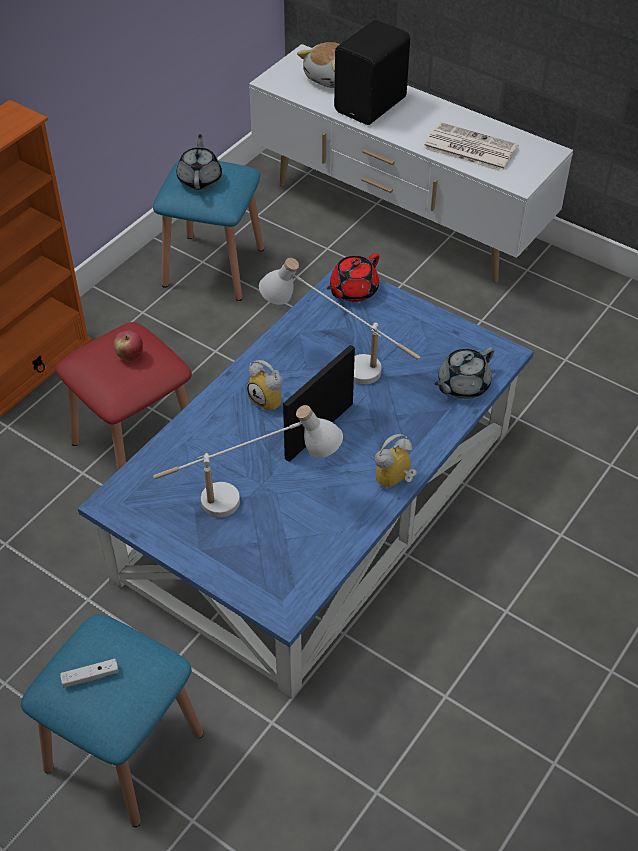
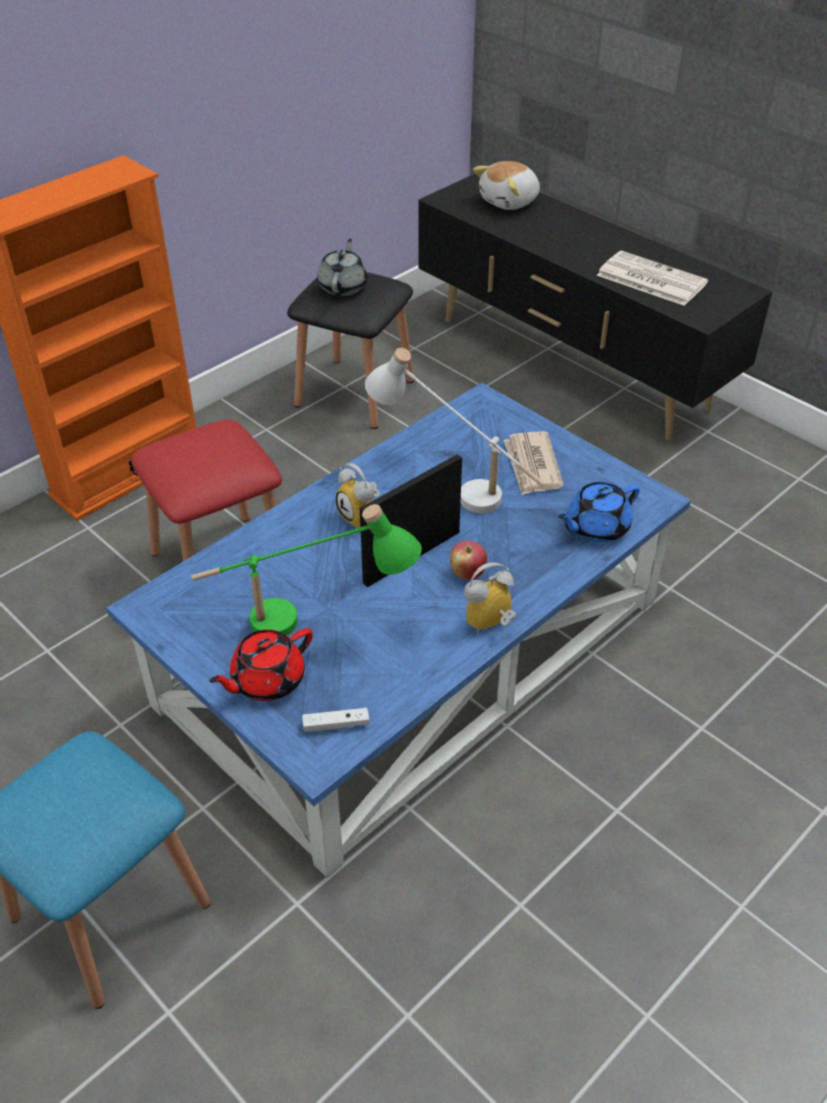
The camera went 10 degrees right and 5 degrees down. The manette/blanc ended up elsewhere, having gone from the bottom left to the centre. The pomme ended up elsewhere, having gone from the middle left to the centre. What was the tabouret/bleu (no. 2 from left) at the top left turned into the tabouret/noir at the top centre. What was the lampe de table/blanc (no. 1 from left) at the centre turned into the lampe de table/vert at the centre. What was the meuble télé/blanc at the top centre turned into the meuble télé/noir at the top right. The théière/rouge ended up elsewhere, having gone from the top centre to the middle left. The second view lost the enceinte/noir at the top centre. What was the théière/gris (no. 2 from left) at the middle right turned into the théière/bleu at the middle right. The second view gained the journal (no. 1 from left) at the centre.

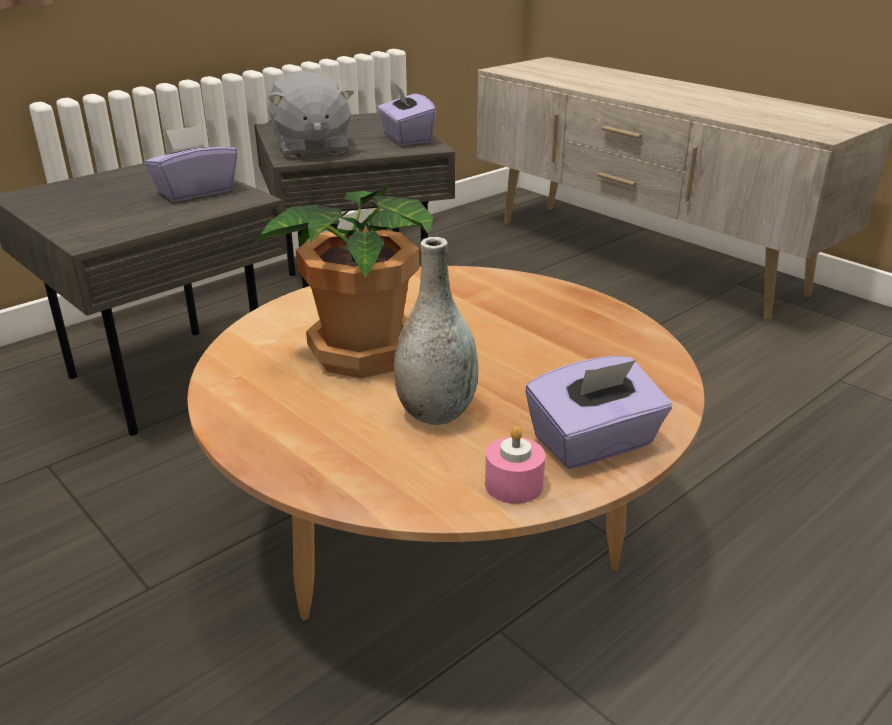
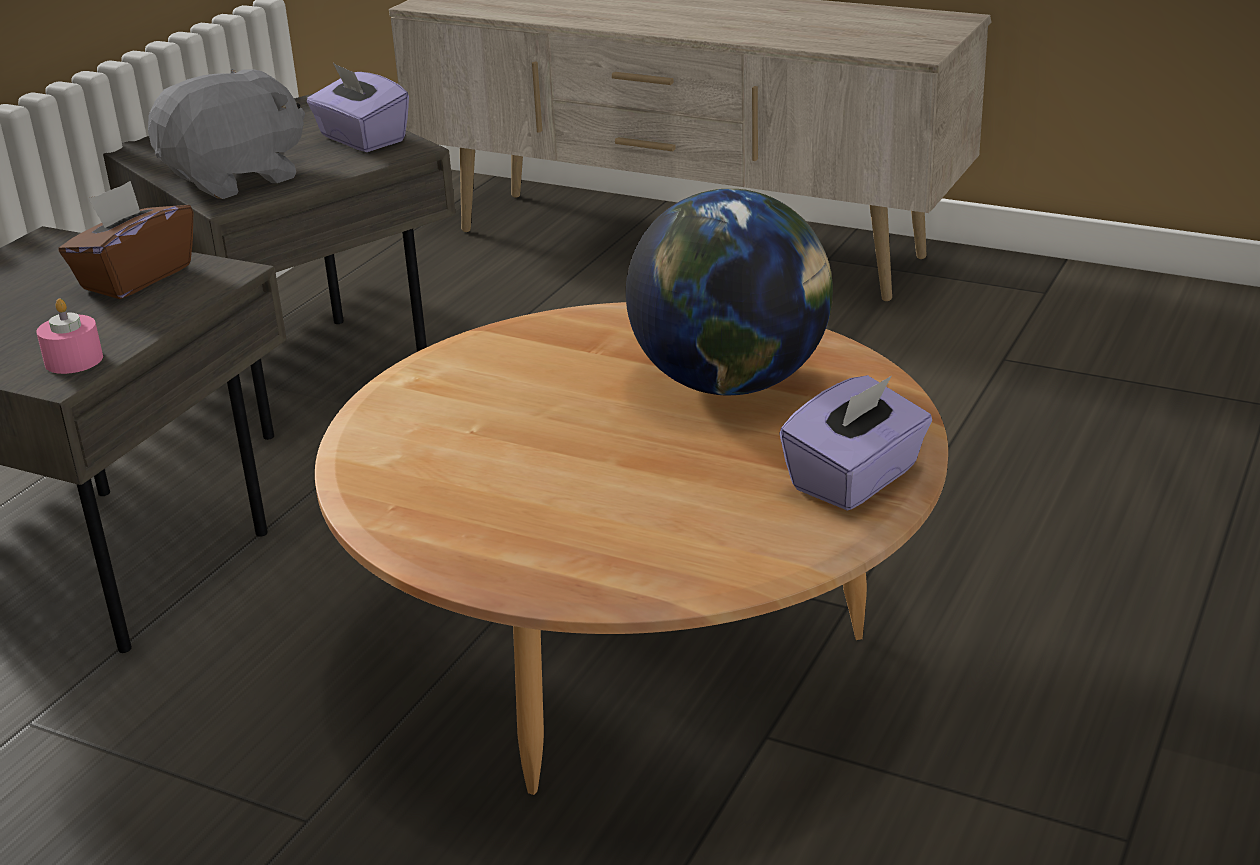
The camera went 20 degrees left and 0 degrees up. What was the boîte à mouchoirs/violet (no. 1 from left) at the top left turned into the boîte à mouchoirs/marron at the top left. The second view lost the plante en pot at the centre. The peluche/gris at the top centre ended up facing another way, 90 degrees counterclockwise from before. The second view lost the vase/gris at the centre. The bougie/rose ended up elsewhere, having gone from the centre to the middle left. The second view gained the globe at the centre.

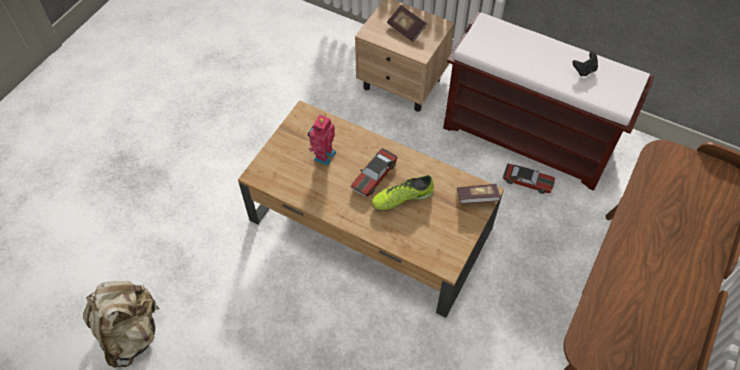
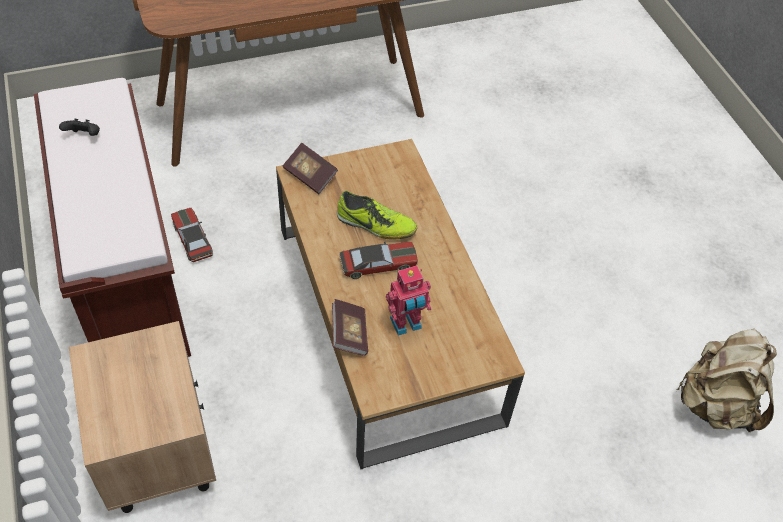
The camera went 140 degrees left and 5 degrees down. The livre (no. 1 from left in the first image) ended up elsewhere, having gone from the top centre to the centre.

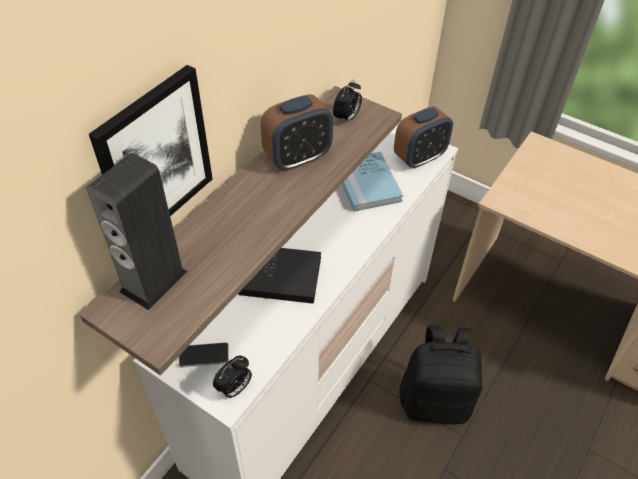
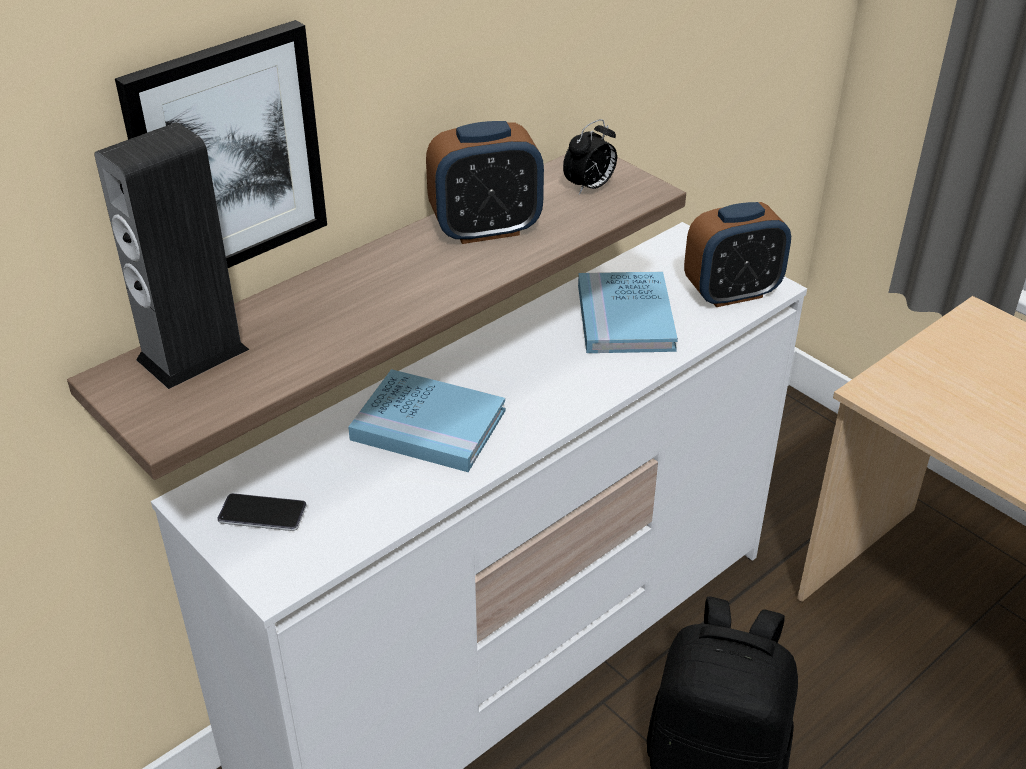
The camera went 15 degrees right and 10 degrees down. The second view lost the réveil (no. 1 from left) at the bottom centre. What was the livre/noir at the centre turned into the livre/bleu (no. 1 from left) at the centre.

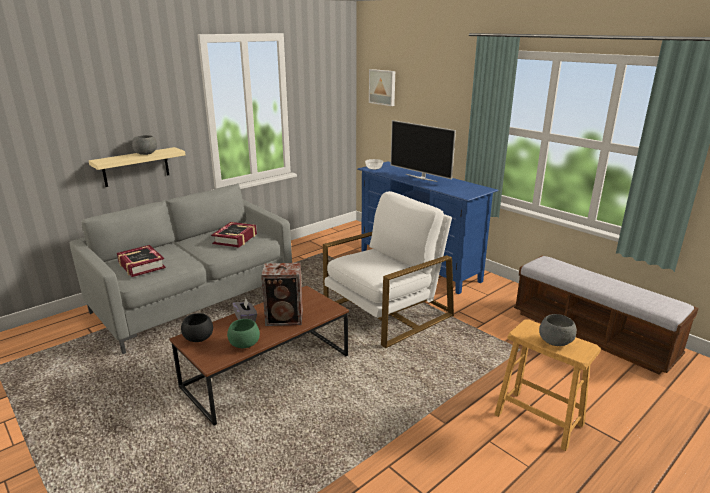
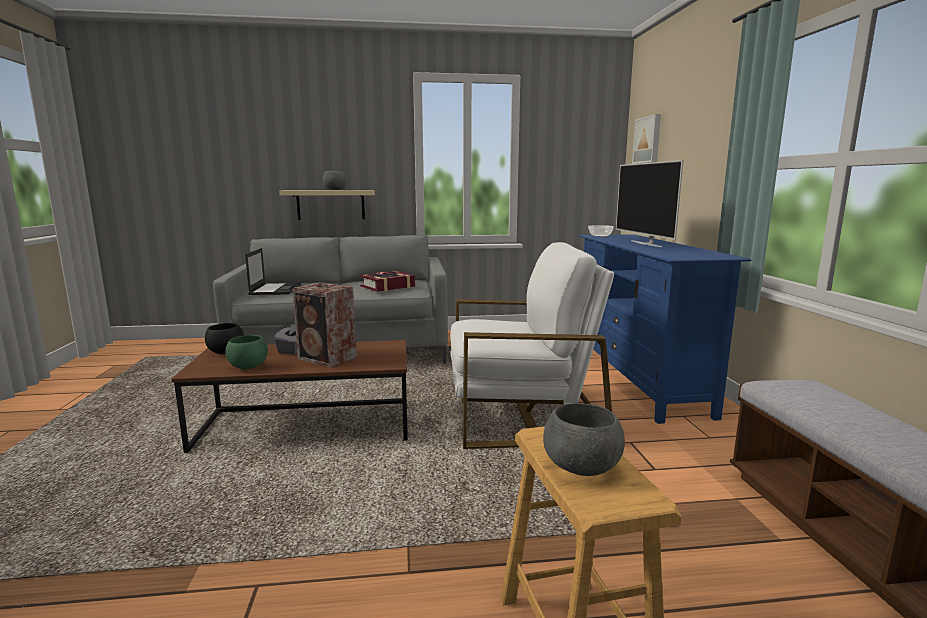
The camera went 35 degrees right and 10 degrees down. Where the livre (no. 1 from left) stood at the middle left, the ordinateur portable came to stand at the middle left.

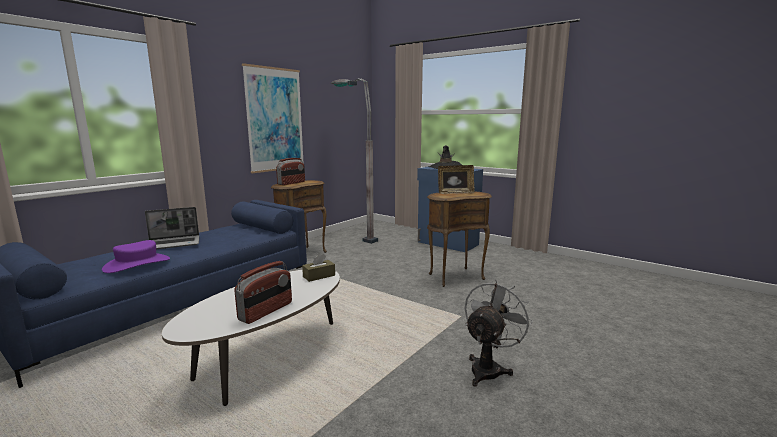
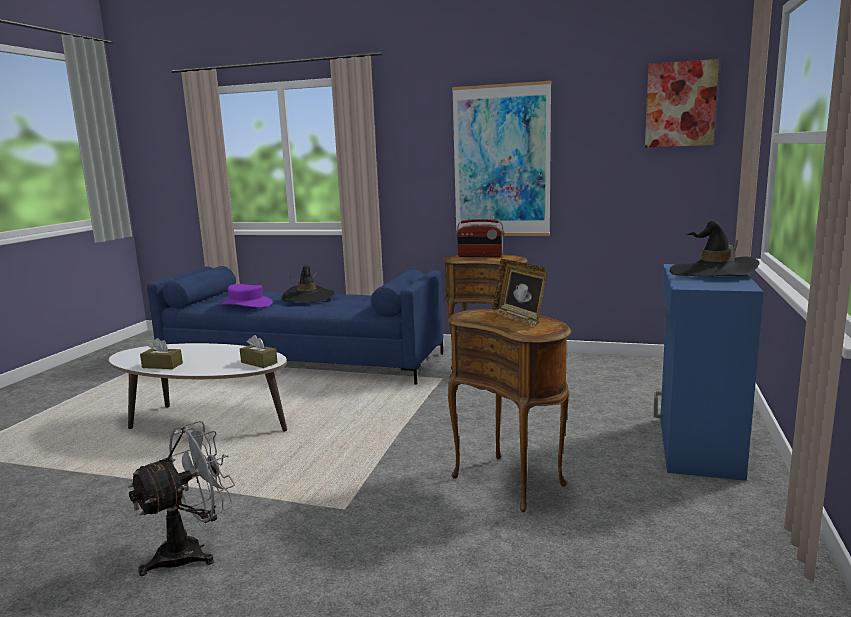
The camera went 70 degrees right and 0 degrees up. Where the ordinateur portable stood at the middle left, the chapeau/noir (no. 1 from left) came to stand at the centre. Where the radio (no. 1 from left) stood at the bottom centre, the boîte à mouchoirs/marron (no. 1 from left) came to stand at the middle left. The second view lost the lampadaire/gris at the centre. The ventilateur/gris at the bottom centre ended up facing another way, 60 degrees counterclockwise from before. The second view gained the tableau (no. 2 from left) at the top right.

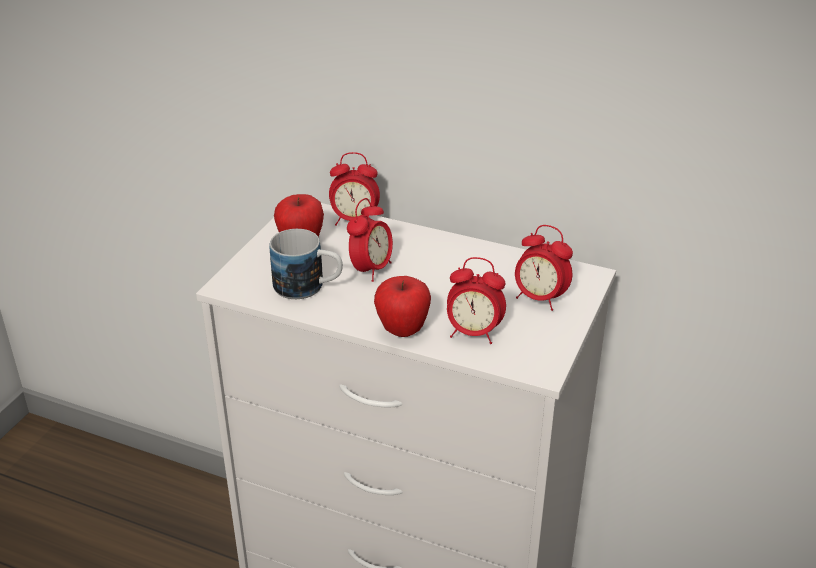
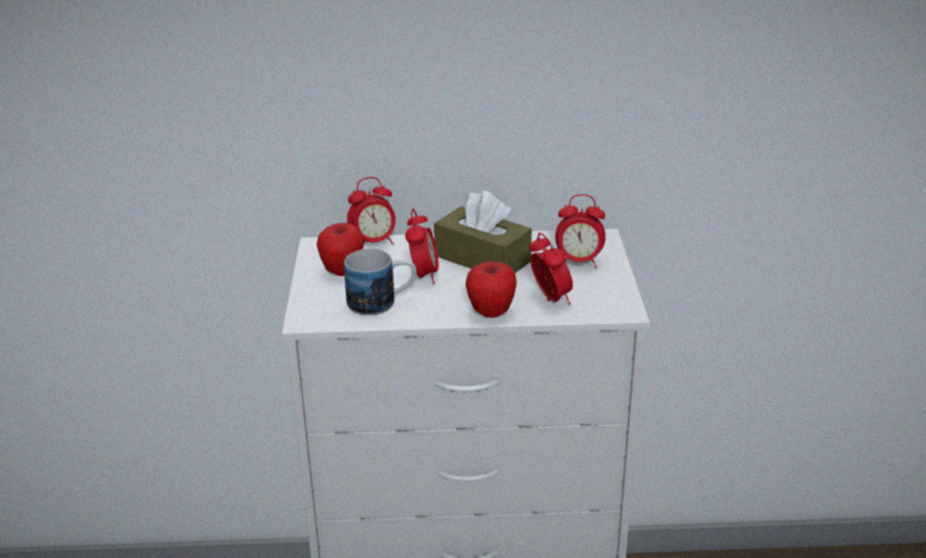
The camera went 25 degrees left and 5 degrees down. The réveil (no. 3 from left) at the centre ended up facing another way, 105 degrees counterclockwise from before. The second view gained the boîte à mouchoirs/marron at the centre.

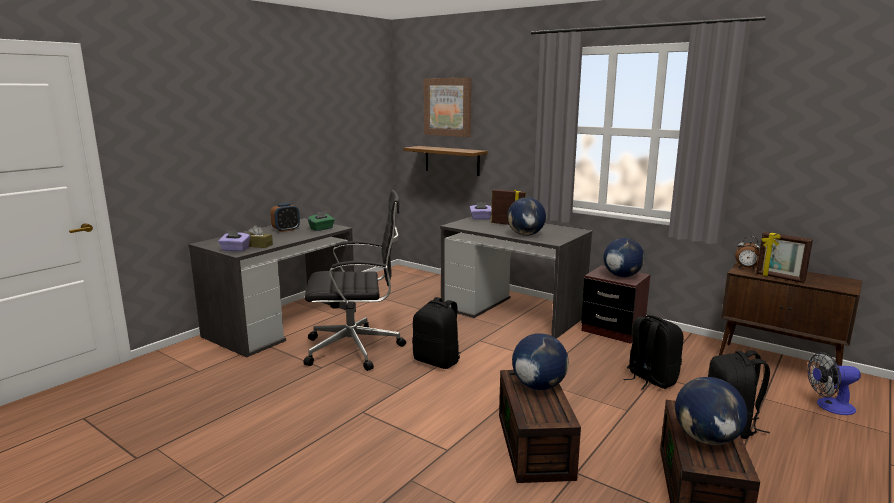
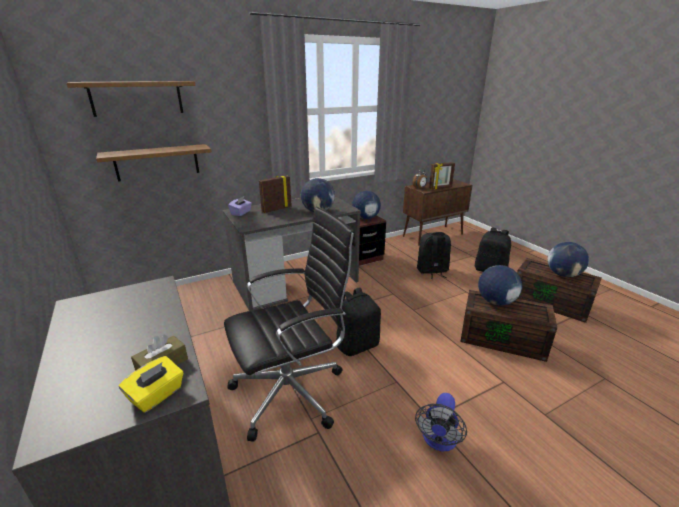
The camera went 65 degrees left and 10 degrees up. What was the boîte à mouchoirs/violet (no. 1 from left) at the middle left turned into the boîte à mouchoirs/jaune at the bottom left. The second view lost the réveil (no. 1 from left) at the middle left. The chaise de bureau/noir at the centre ended up facing another way, 45 degrees clockwise from before. The second view lost the boîte à mouchoirs/vert at the centre. Where the tableau hung at the top centre, the étagère (no. 1 from left) came to hang at the top left. The ventilateur ended up elsewhere, having gone from the bottom right to the bottom centre.

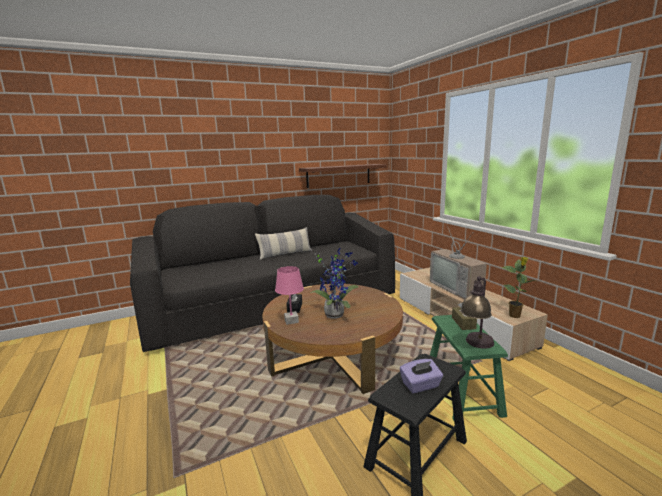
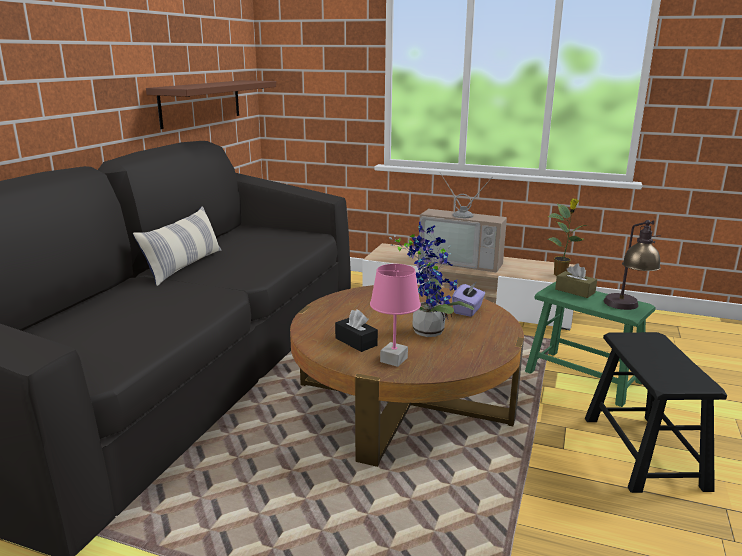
The camera went 45 degrees left and 5 degrees up. The boîte à mouchoirs/violet ended up elsewhere, having gone from the bottom centre to the centre.

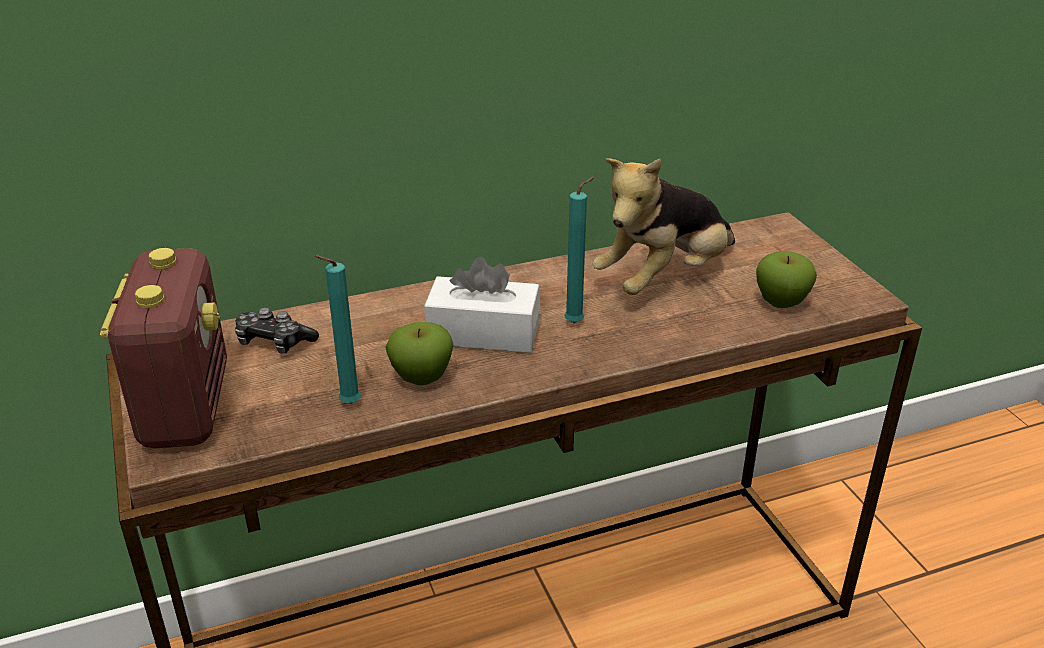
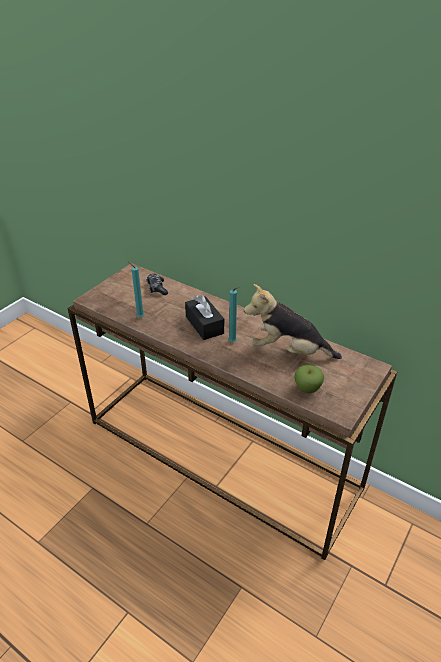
The camera went 55 degrees right and 5 degrees up. The second view lost the radio at the middle left. The second view lost the pomme (no. 1 from left) at the centre. What was the boîte à mouchoirs/blanc at the centre turned into the boîte à mouchoirs/noir at the centre.

